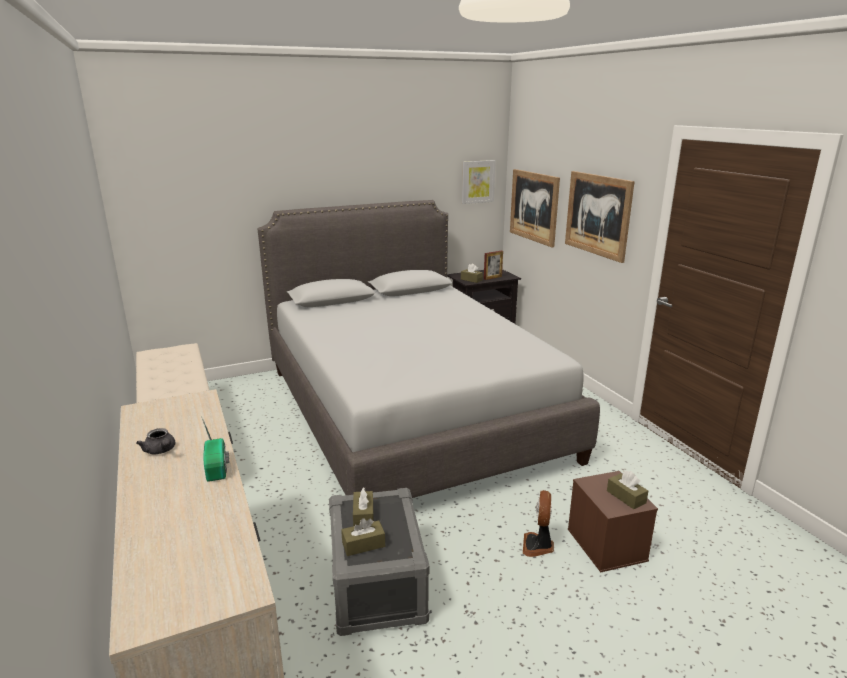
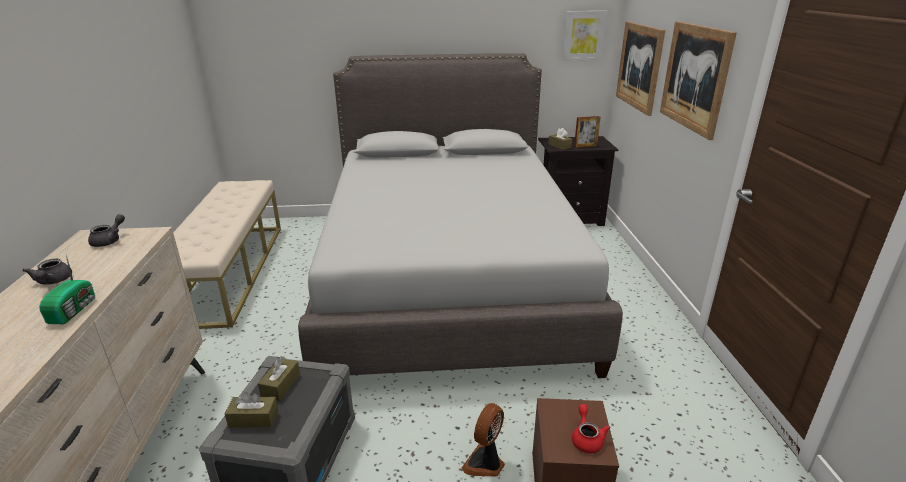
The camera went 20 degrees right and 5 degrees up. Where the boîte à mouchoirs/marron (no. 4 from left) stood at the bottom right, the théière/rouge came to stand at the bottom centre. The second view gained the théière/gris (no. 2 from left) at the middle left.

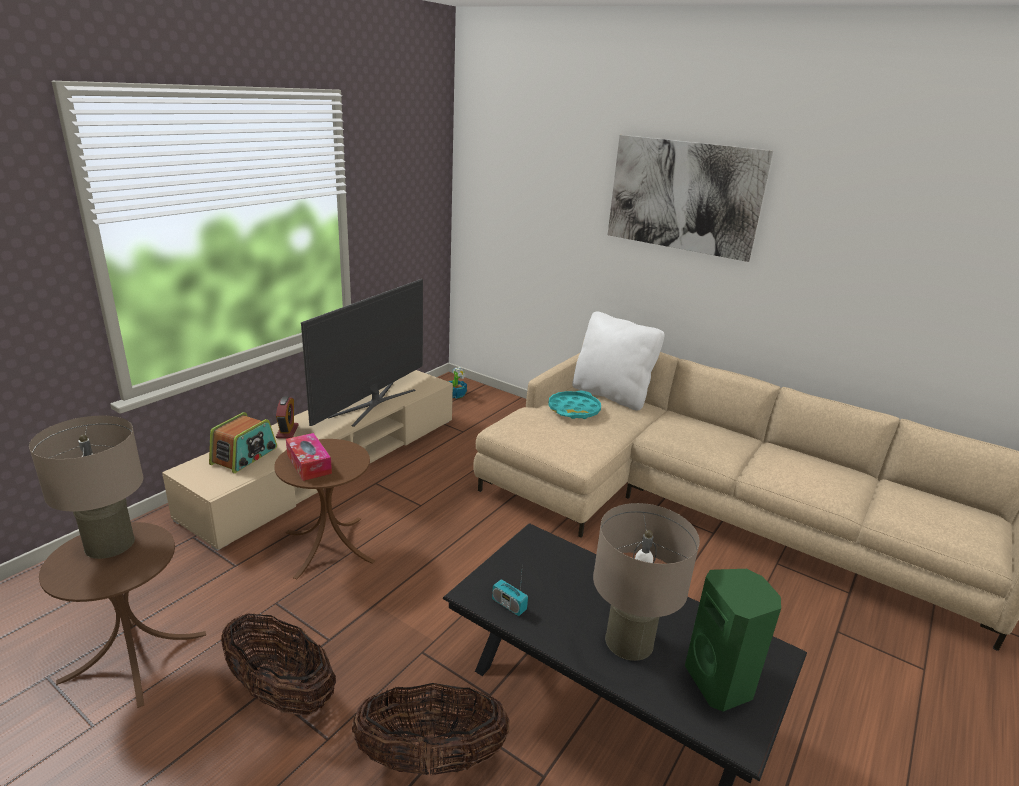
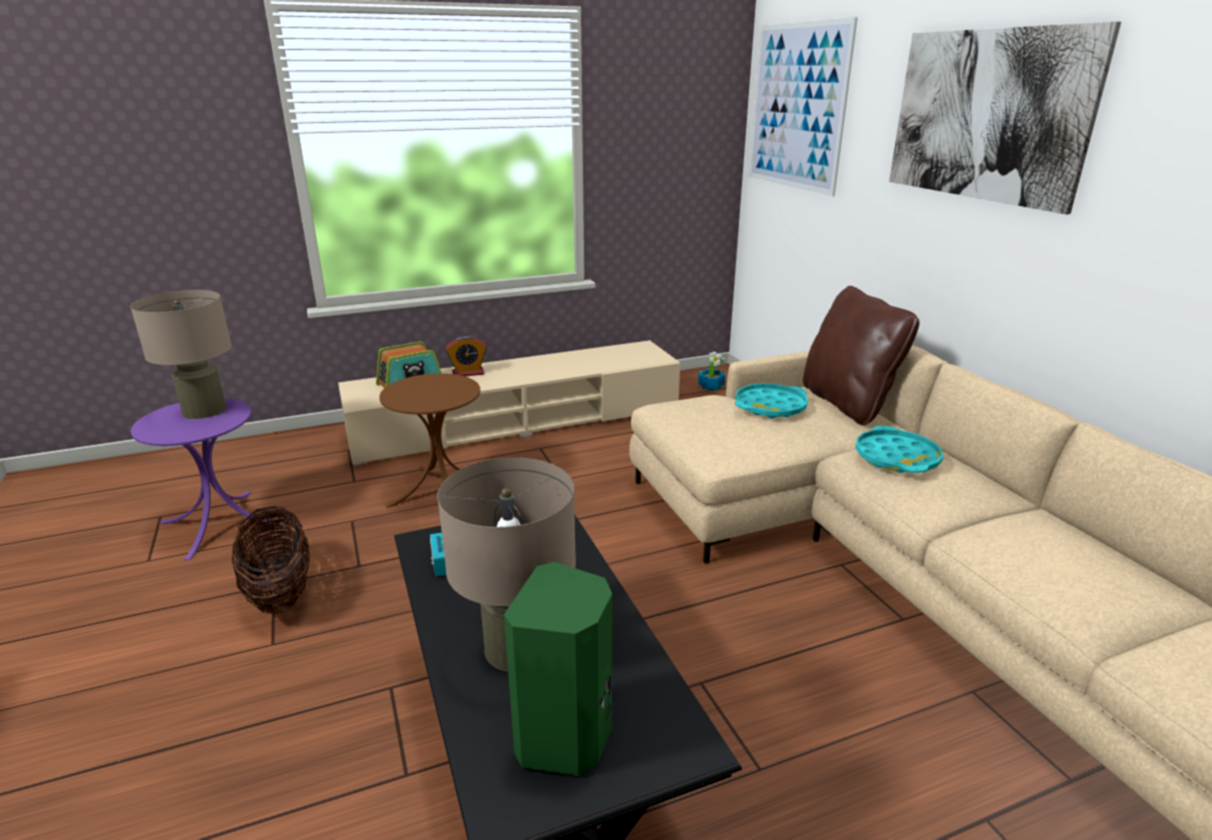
The camera went 35 degrees right and 0 degrees up. What was the table d'appoint/marron (no. 1 from left) at the bottom left turned into the table d'appoint/violet at the middle left. The réveil at the middle left ended up facing another way, 45 degrees clockwise from before. The second view lost the boîte à mouchoirs at the middle left. The second view lost the téléviseur at the centre. The second view lost the panier (no. 2 from left) at the bottom centre. What was the coussin/blanc at the centre turned into the coussin/marron at the middle right. The second view gained the tableau (no. 1 from left) at the top centre. The second view gained the plateau/turquoise (no. 2 from left) at the middle right.

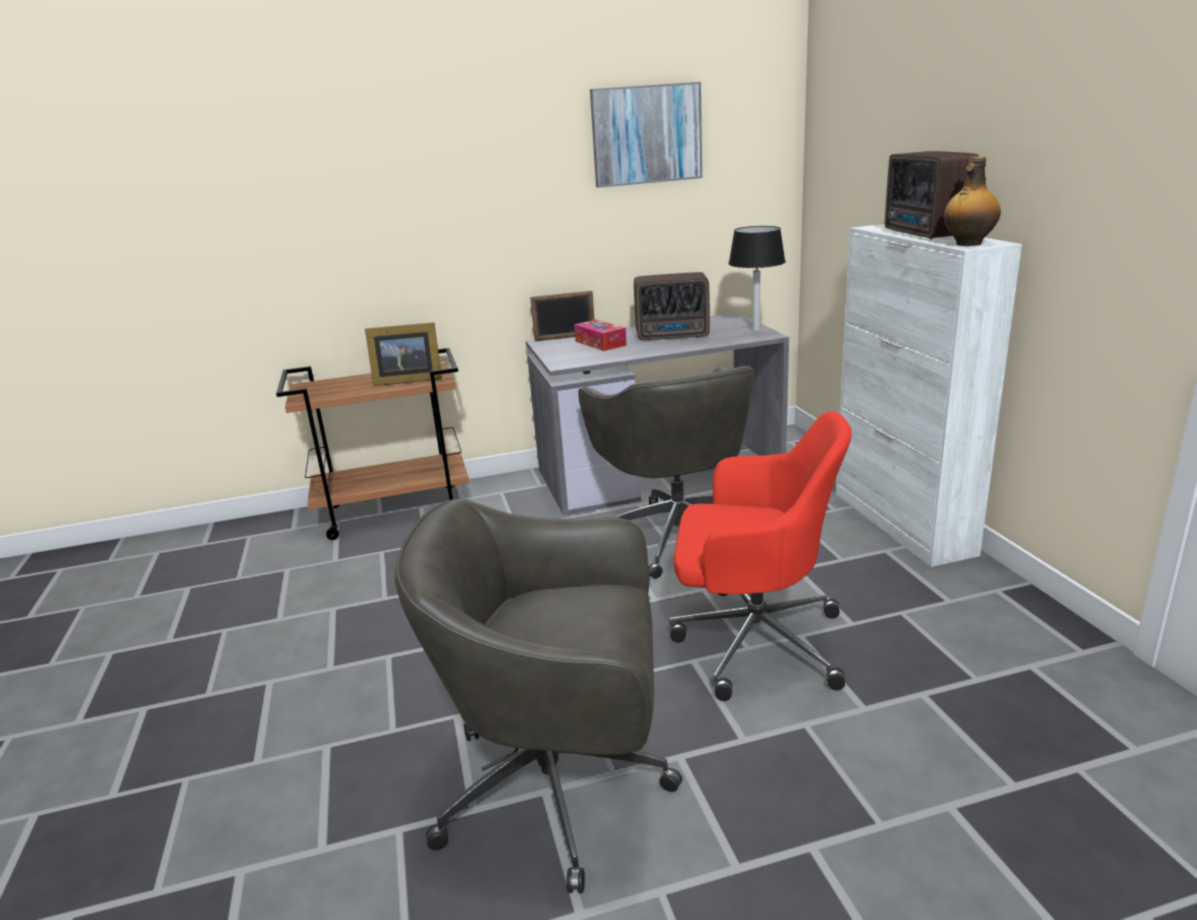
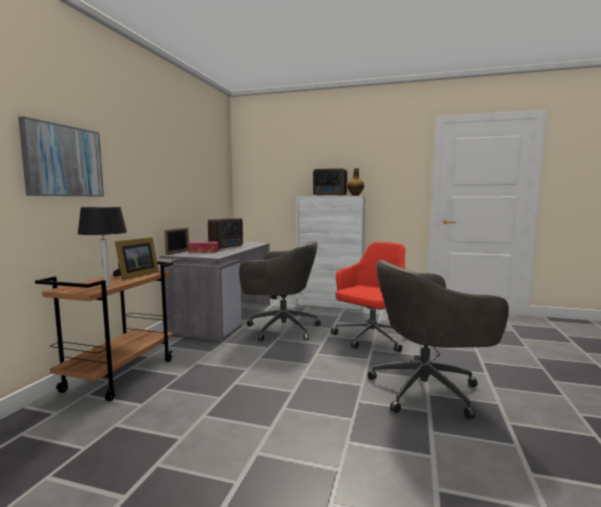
The camera went 60 degrees left and 15 degrees down. The chaise de bureau/gris (no. 1 from left in the first image) at the bottom centre ended up facing another way, 45 degrees clockwise from before. The tableau ended up elsewhere, having gone from the top centre to the top left. The lampe de table/noir ended up elsewhere, having gone from the top centre to the middle left.

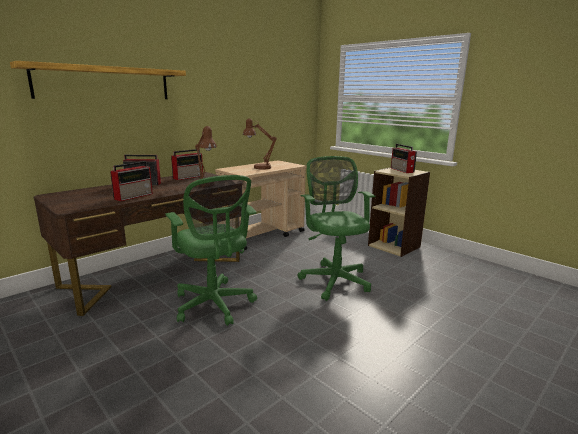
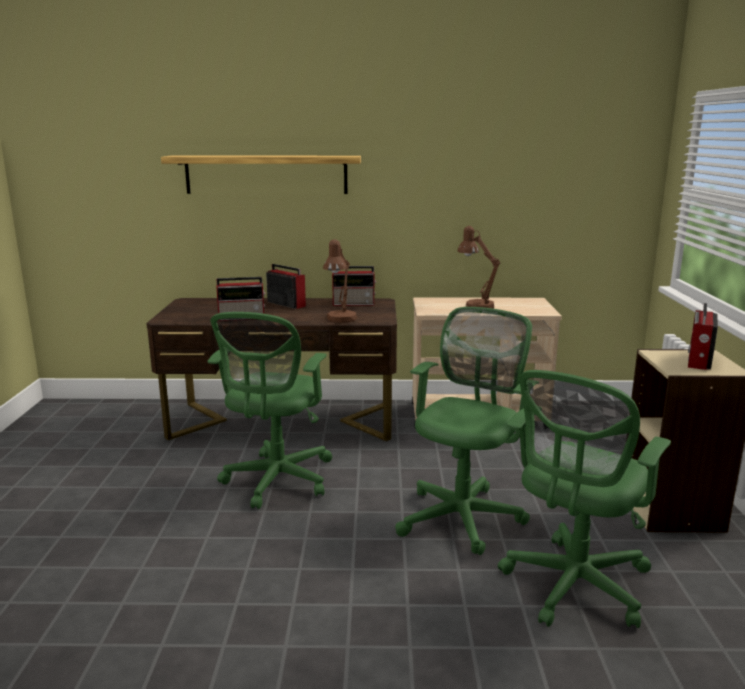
The camera went 45 degrees right and 0 degrees up. The second view gained the chaise de bureau/vert (no. 3 from left) at the bottom right.

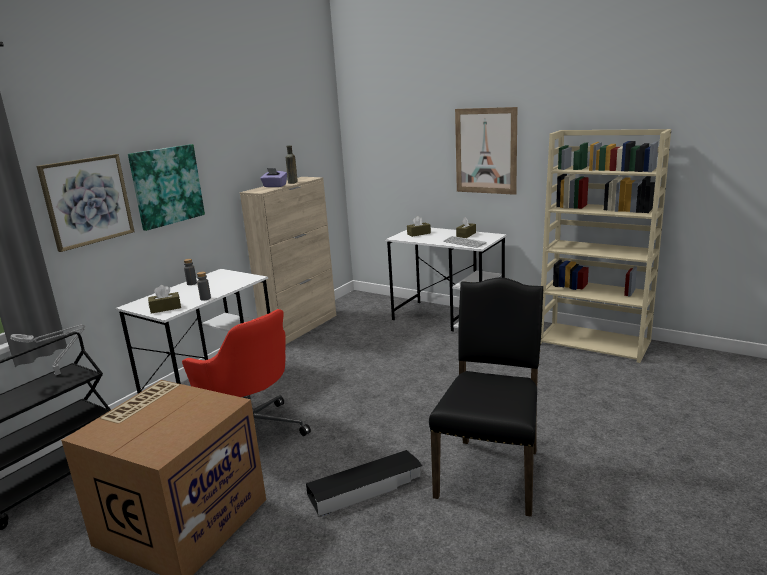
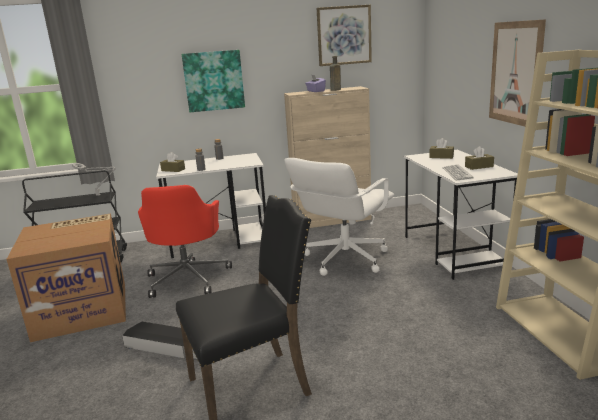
The camera went 45 degrees right and 0 degrees up. The tableau (no. 1 from left in the first image) ended up elsewhere, having gone from the middle left to the top centre. The second view gained the chaise de bureau/blanc at the centre.

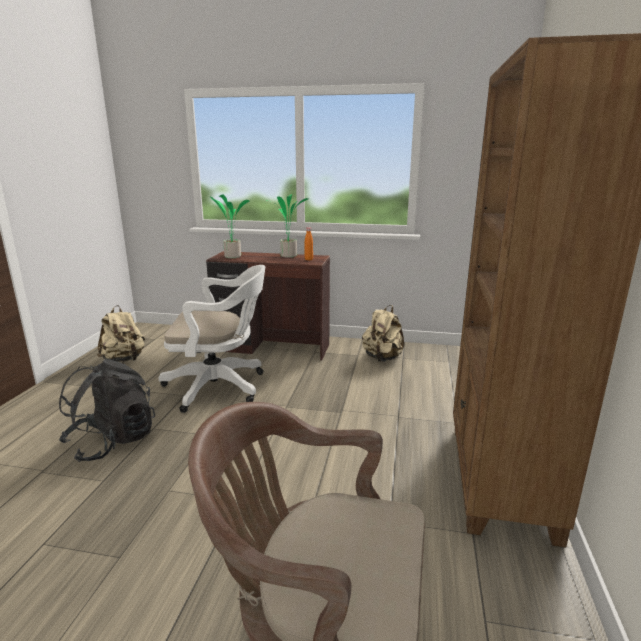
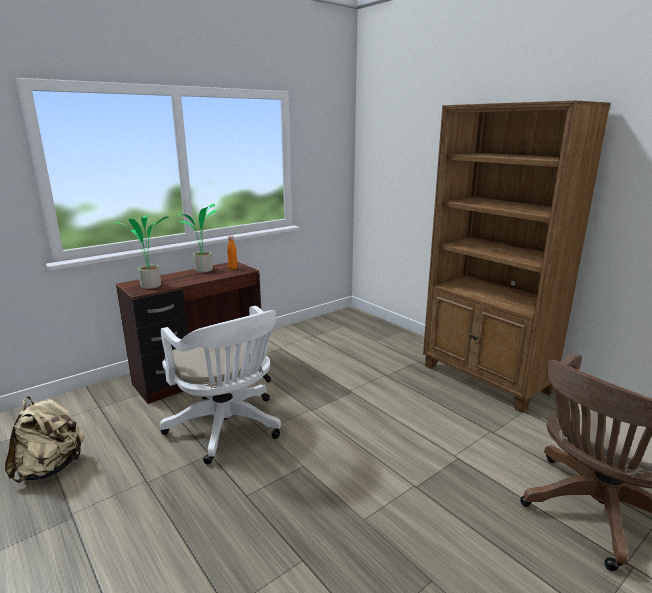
The camera went 50 degrees left and 0 degrees up. The second view lost the sac à dos/noir at the middle left. The chaise de bureau/blanc at the middle left ended up facing another way, 105 degrees clockwise from before. The second view lost the sac à dos/beige (no. 2 from left) at the centre.

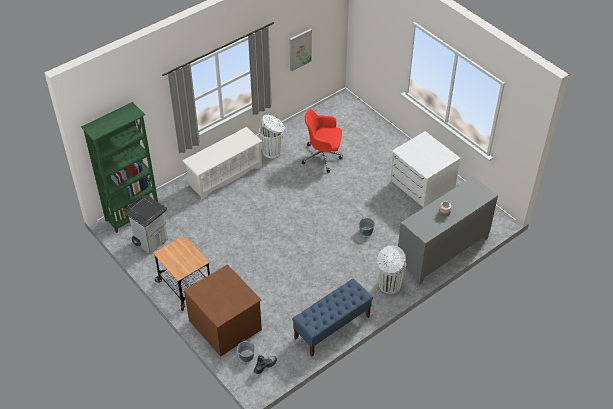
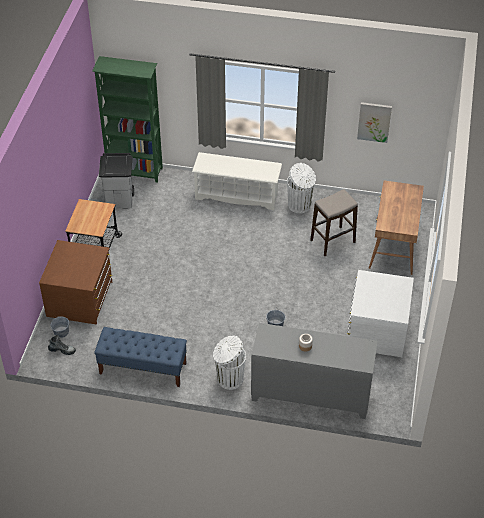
The camera went 50 degrees right and 0 degrees up. Where the chaise de bureau/rouge stood at the centre, the tabouret came to stand at the middle right. The second view gained the bureau/marron at the middle right.

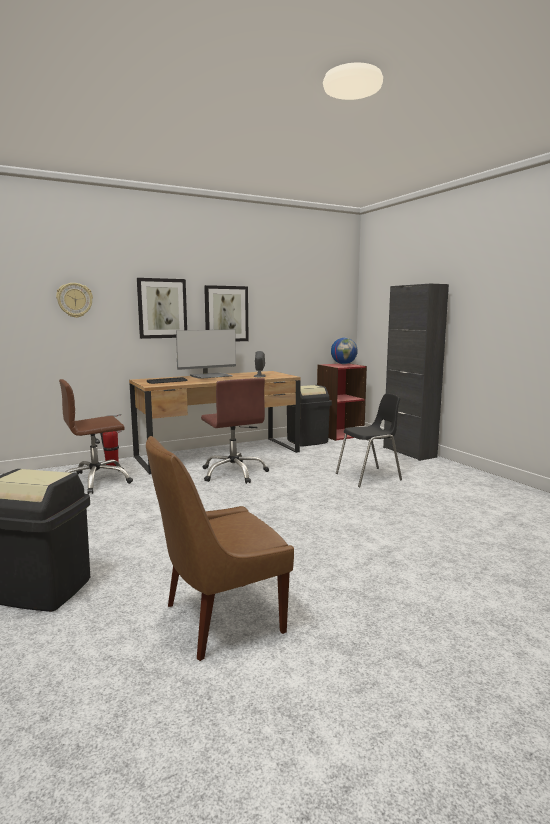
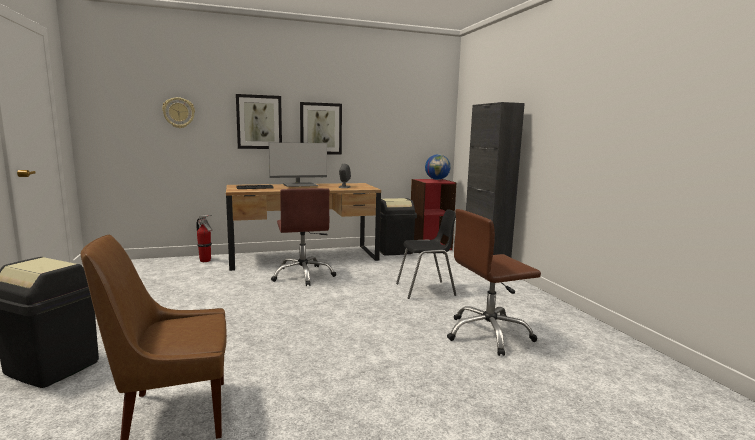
The camera went 10 degrees right and 0 degrees up. The chaise de bureau/marron (no. 1 from left in the first image) ended up elsewhere, having gone from the middle left to the centre.

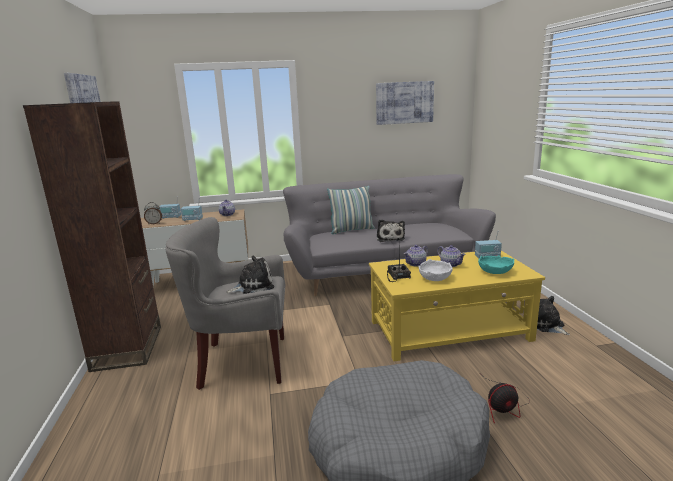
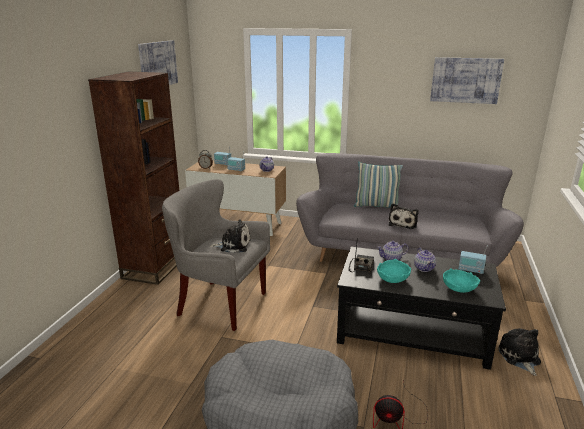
The camera went 25 degrees right and 5 degrees up. What was the table basse/jaune at the middle right turned into the table basse/noir at the bottom right. What was the bol/blanc at the centre turned into the bol/turquoise (no. 1 from left) at the middle right.

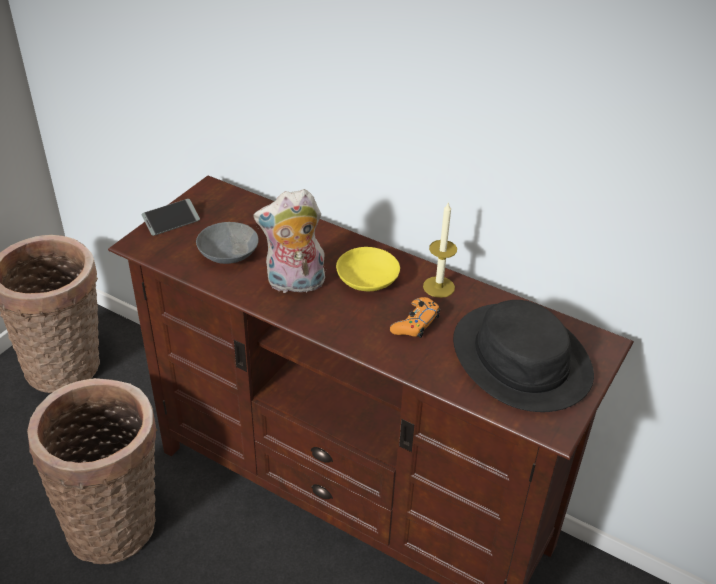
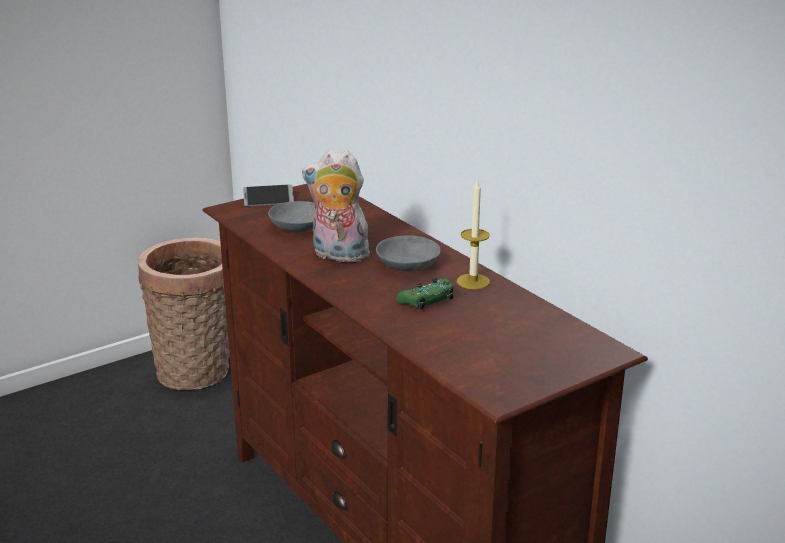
The camera went 25 degrees right and 15 degrees down. The second view lost the panier (no. 2 from left) at the bottom left. What was the bol/jaune at the centre turned into the bol/gris (no. 2 from left) at the centre. What was the manette/orange at the centre turned into the manette/vert at the centre. The second view lost the chapeau/noir at the middle right.

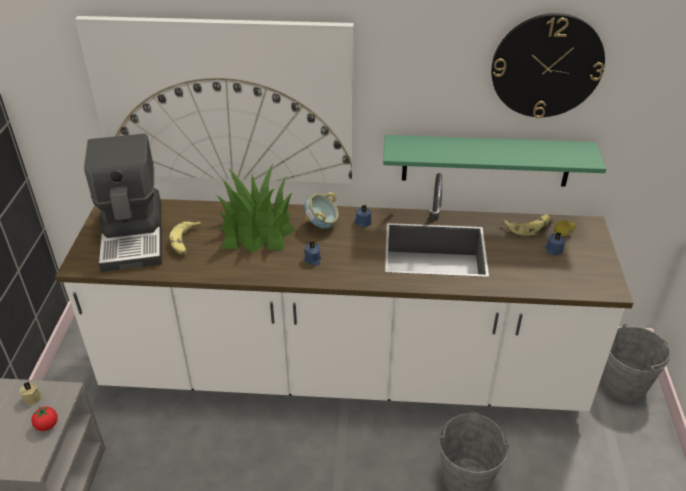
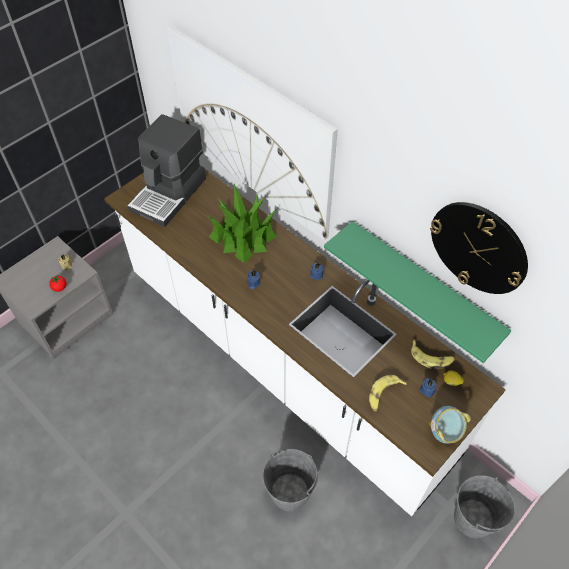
The camera went 40 degrees right and 15 degrees up. The banane (no. 1 from left) ended up elsewhere, having gone from the middle left to the bottom right. The bol ended up elsewhere, having gone from the centre to the bottom right.

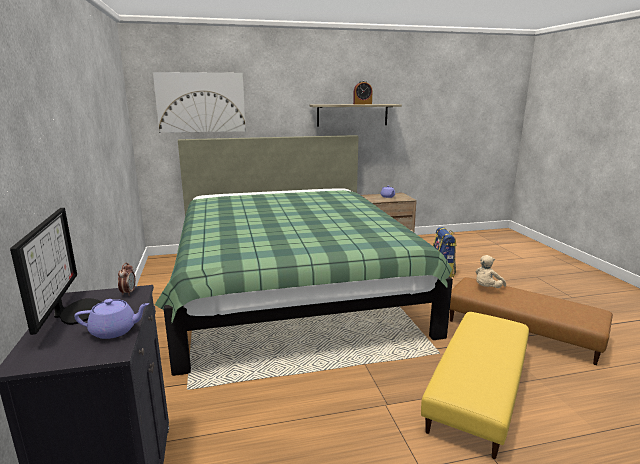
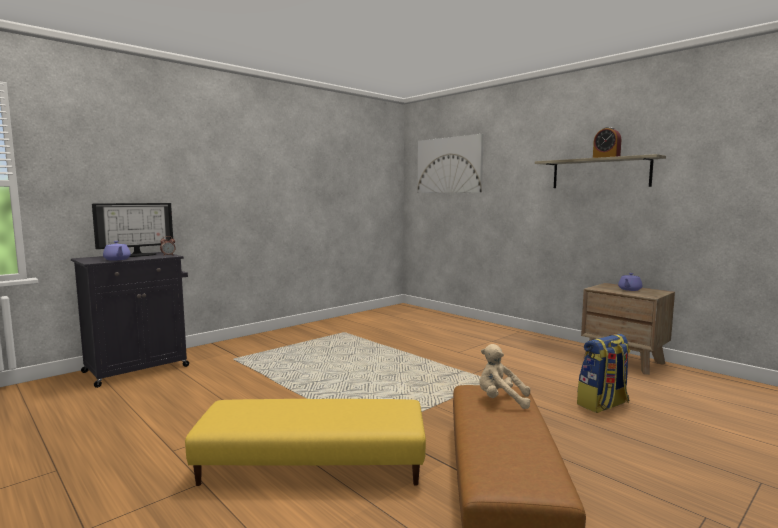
The camera went 60 degrees right and 10 degrees down. The second view lost the lit/vert at the centre.

